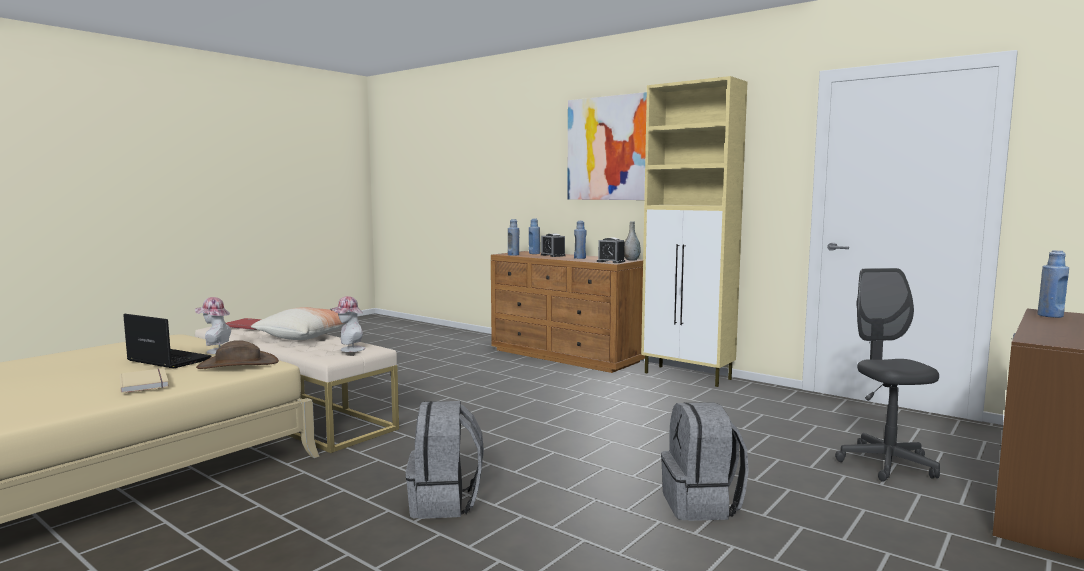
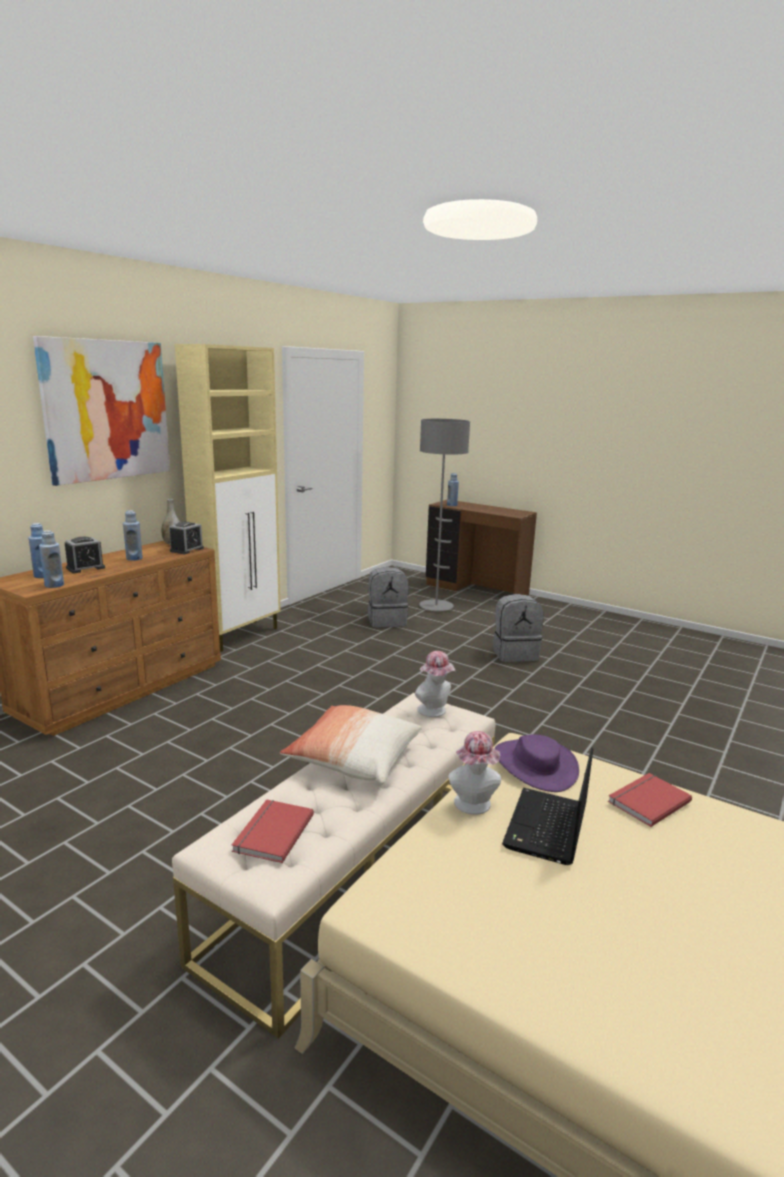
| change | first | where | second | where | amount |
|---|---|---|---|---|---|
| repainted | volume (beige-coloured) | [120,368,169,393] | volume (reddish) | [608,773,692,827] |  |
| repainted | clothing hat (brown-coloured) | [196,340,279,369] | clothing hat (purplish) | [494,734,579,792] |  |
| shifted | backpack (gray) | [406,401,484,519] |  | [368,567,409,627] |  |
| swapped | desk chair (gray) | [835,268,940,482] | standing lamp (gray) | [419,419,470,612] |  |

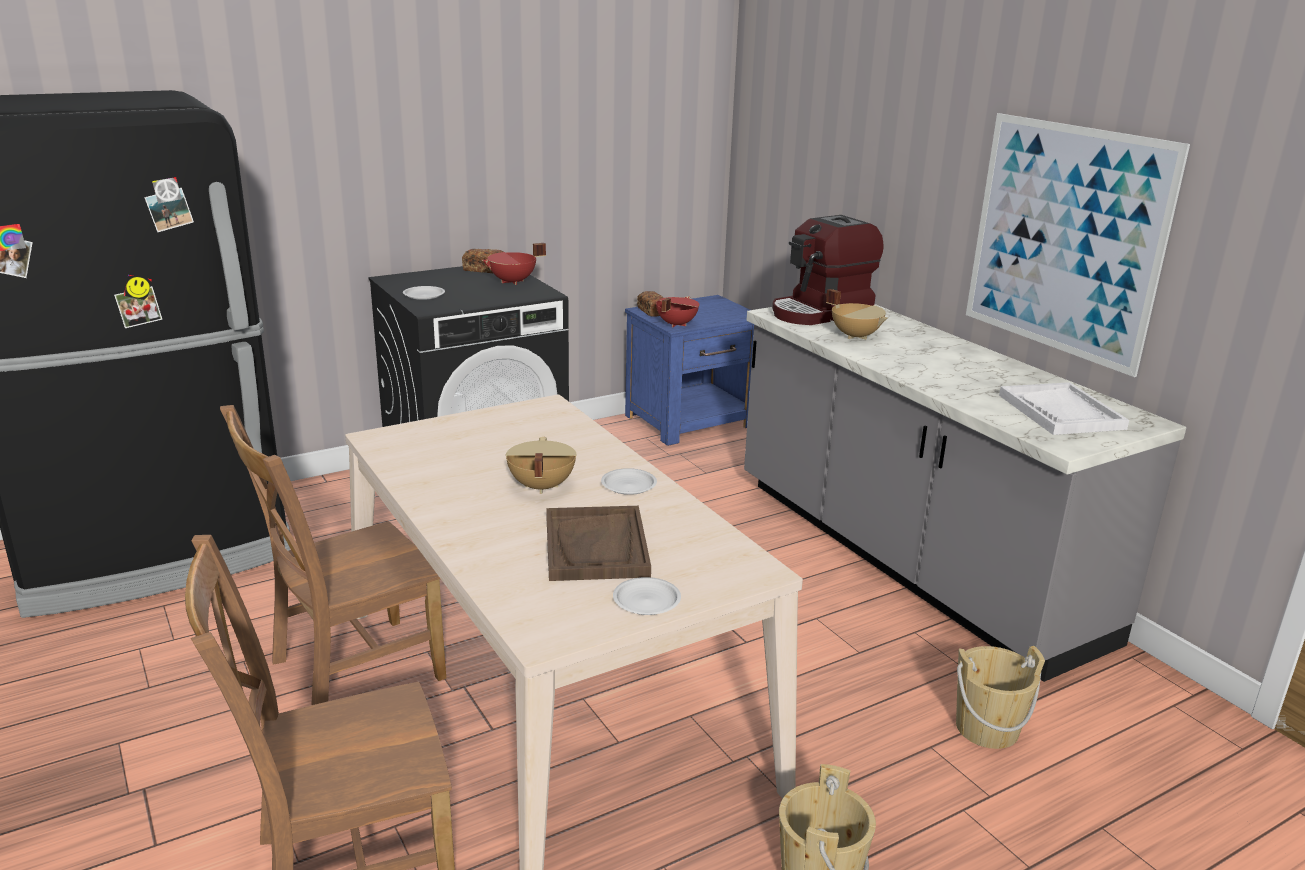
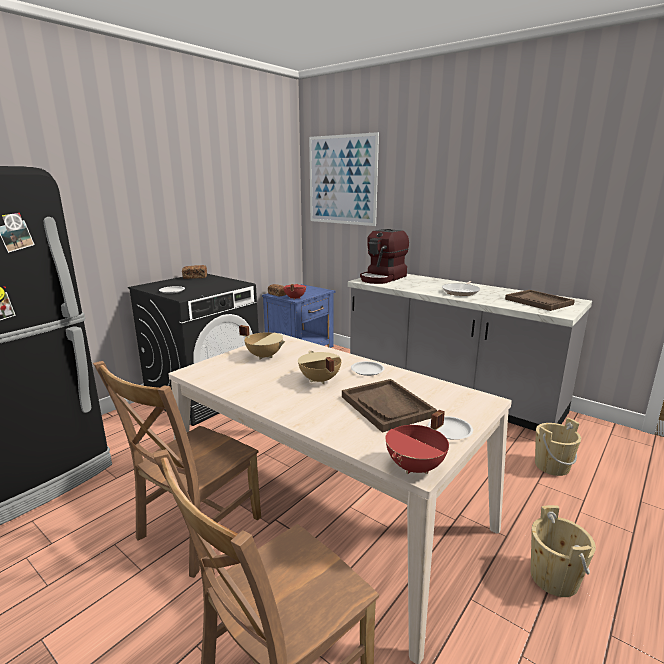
| change | first | where | second | where | amount |
|---|---|---|---|---|---|
| shifted | cooking pot (reddish) | [482,243,546,285] |  | [385,410,449,474] |  |
| shifted | cooking pot (beige-coloured) | [826,289,888,340] |  | [239,325,285,360] |  |
| shifted | wall art | [966,113,1190,377] |  | [309,132,379,226] |  |
| repainted | serving tray (white) | [999,382,1129,435] | serving tray (brown-coloured) | [505,290,575,311] |  |
| new |  |  | skillet | [442,281,480,296] |  |

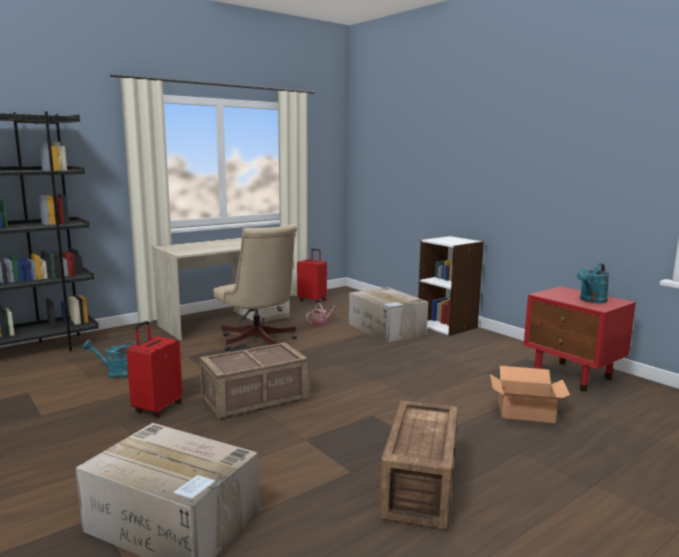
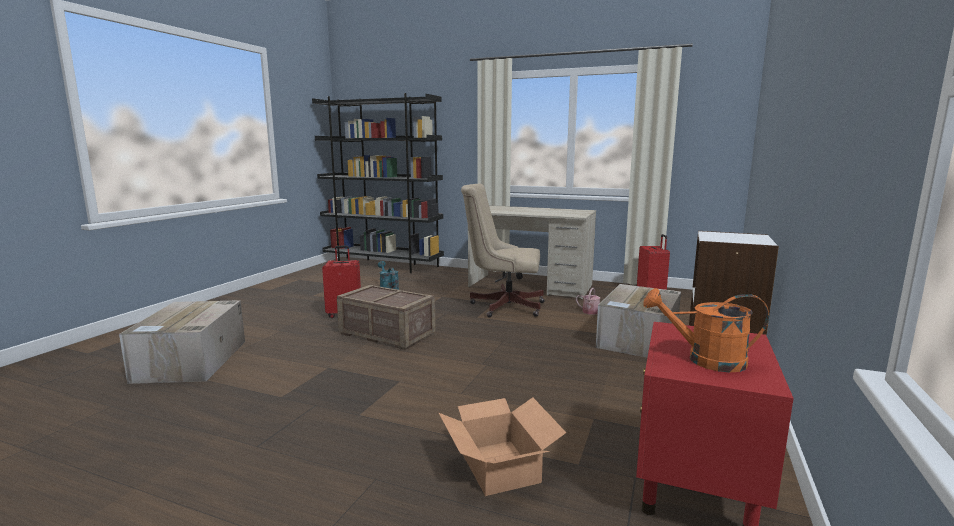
| change | first | where | second | where | amount |
|---|---|---|---|---|---|
| rotated | desk chair (beige-coloured) | [213,224,297,351] |  | [461,184,545,318] | 75 degrees clockwise |
| gone | crate | [380,401,458,530] |  |  |  |
| repainted | sprinkling can (turquoise) | [577,263,610,303] | sprinkling can (orange) | [643,288,769,372] |  |

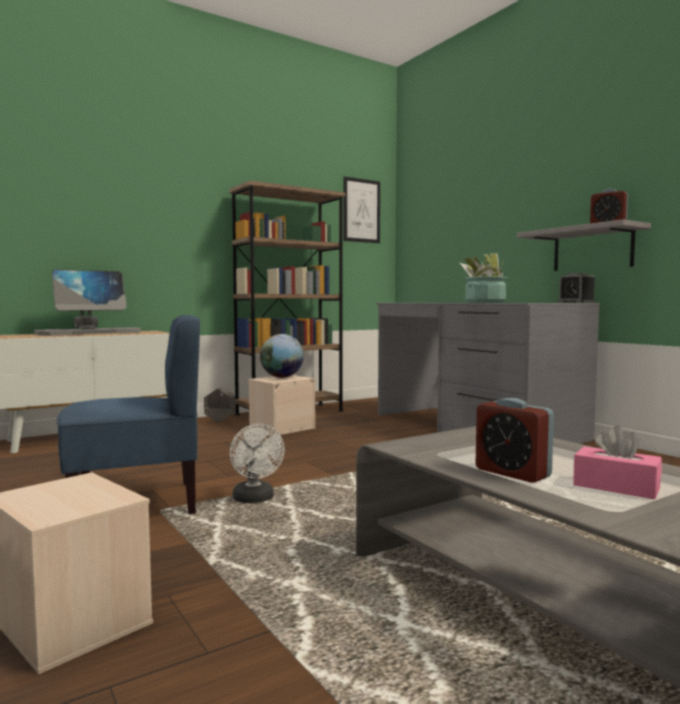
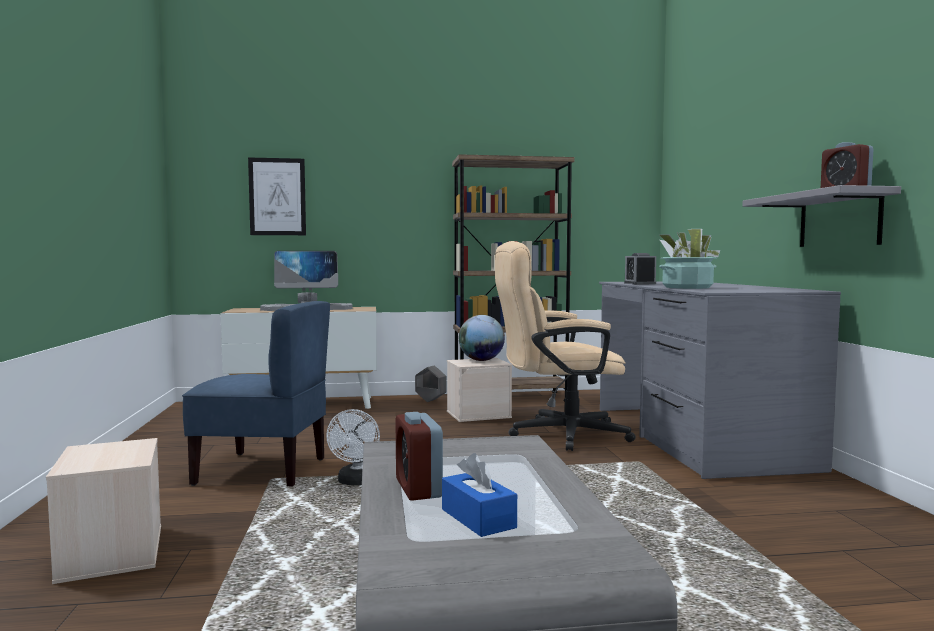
| change | first | where | second | where | amount |
|---|---|---|---|---|---|
| shifted | wall art | [343,177,380,243] |  | [248,158,306,235] |  |
| shifted | table clock | [557,273,595,303] |  | [624,253,656,284] |  |
| repainted | tissue box (pinkish) | [573,425,662,499] | tissue box (bluish) | [442,453,517,537] |  |
| new |  |  | desk chair (beige-coloured) | [495,241,636,451] |  |

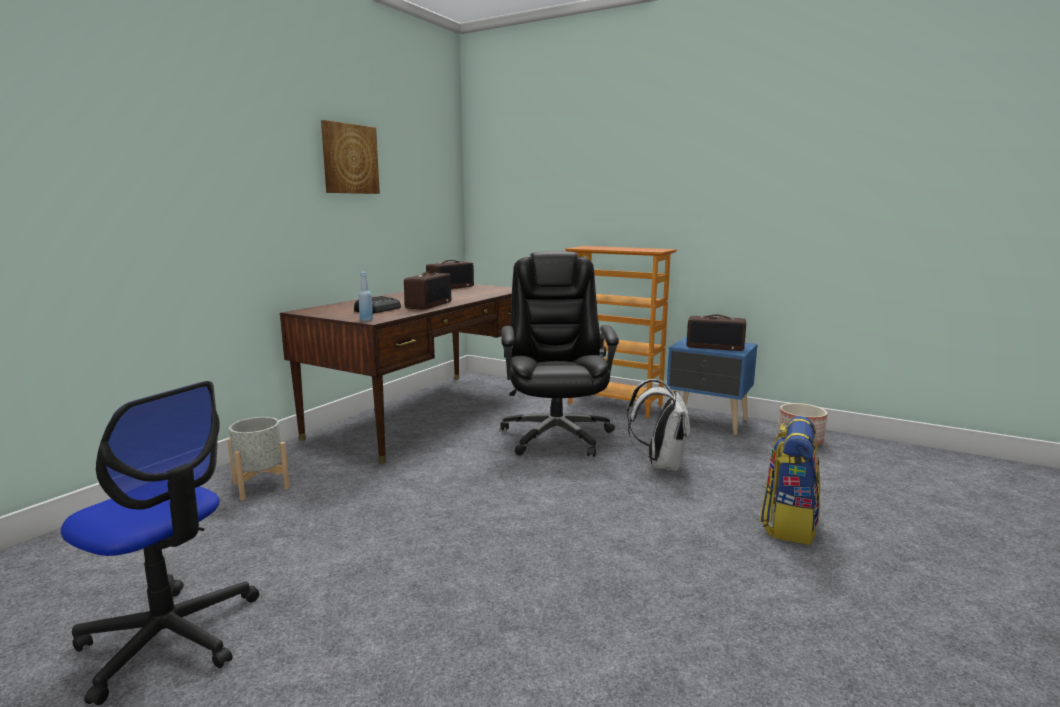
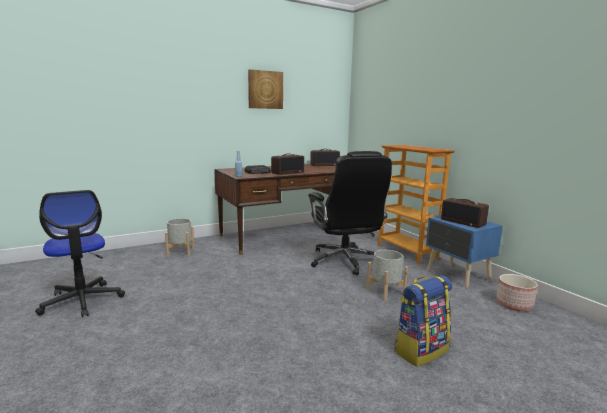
| change | first | where | second | where | amount |
|---|---|---|---|---|---|
| rotated | desk chair (black) | [500,251,619,457] |  | [309,151,392,275] | 135 degrees clockwise |
| swapped | backpack (white) | [627,379,690,471] | flower pot (gray) | [366,250,408,301] |  |

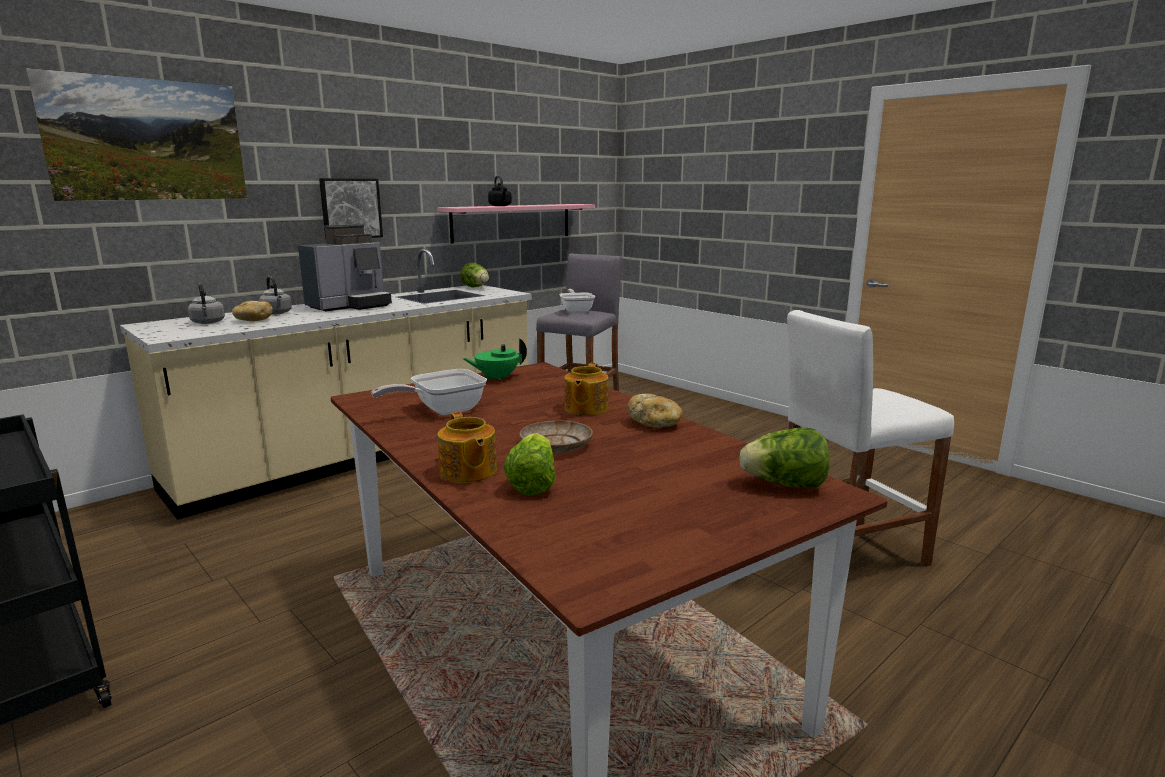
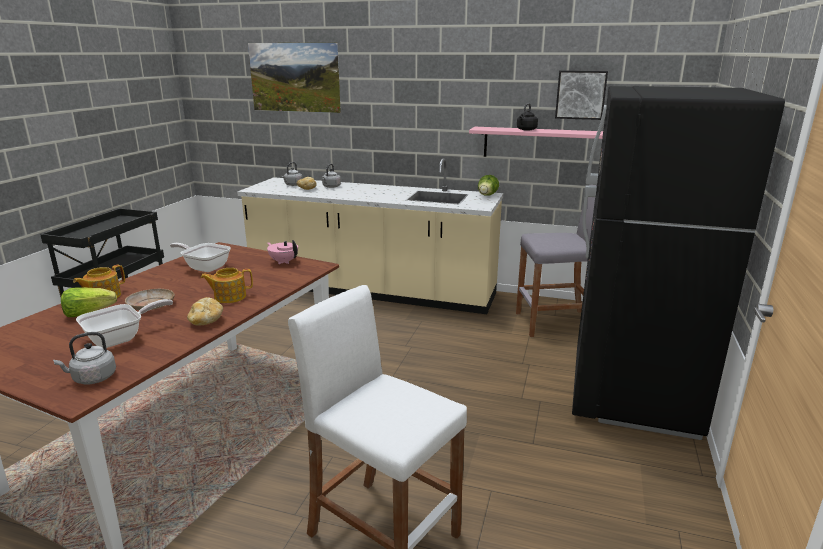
| change | first | where | second | where | amount |
|---|---|---|---|---|---|
| gone | coffee machine | [298,224,392,312] |  |  |  |
| shifted | wall art | [319,178,383,239] |  | [555,70,608,120] |  |
| repainted | teapot (greenish) | [463,338,527,381] | teapot (pinkish) | [267,240,298,264] |  |
| shifted | skillet | [559,289,595,313] |  | [76,299,173,348] |  |
| swapped | lettuce head | [740,427,830,488] | tea kettle (gray) | [53,332,116,384] |  |
| new |  |  | refrigerator (black) | [572,86,785,440] |  |

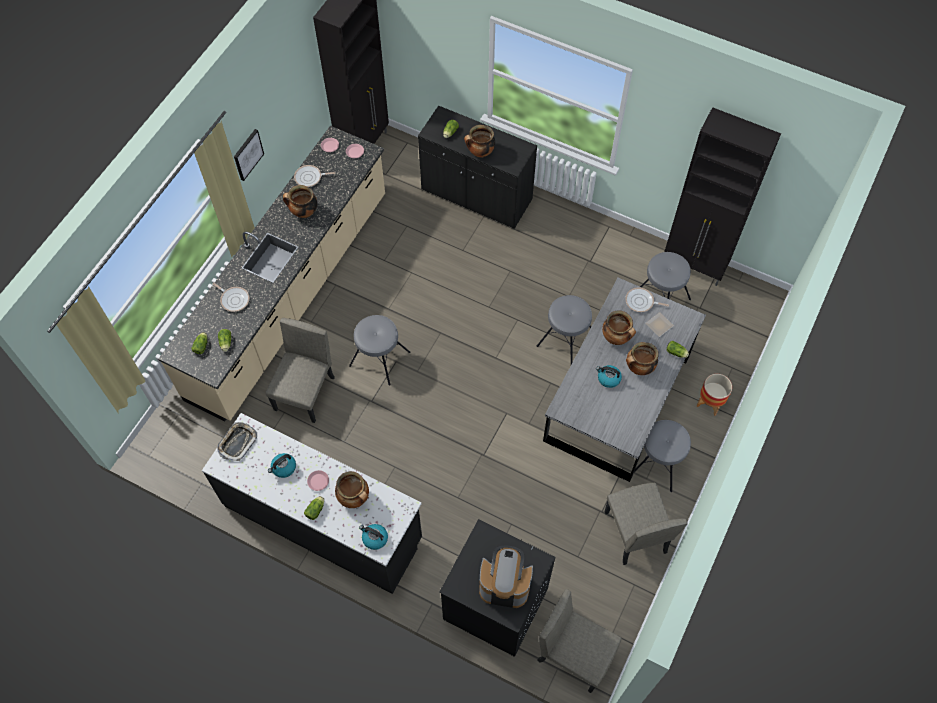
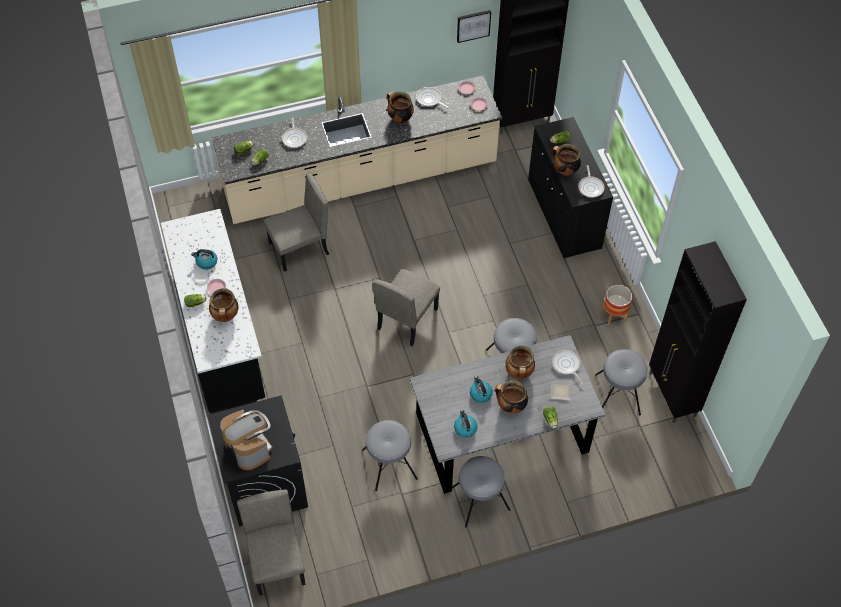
| change | first | where | second | where | amount |
|---|---|---|---|---|---|
| gone | serving tray | [217,422,257,461] |  |  |  |
| shifted | wall art | [234,129,264,181] |  | [457,10,491,43] |  |
| shifted | stool (gray) | [349,315,410,385] |  | [362,420,418,491] |  |
| shifted | tea kettle | [359,524,388,550] |  | [454,410,477,437] |  |
| shifted | upright chair (beige-coloured) | [605,483,688,565] |  | [372,269,440,346] |  |
| shifted | flower pot | [697,374,732,416] |  | [602,285,632,325] |  |
| new |  |  | skillet | [578,165,605,198] |  |

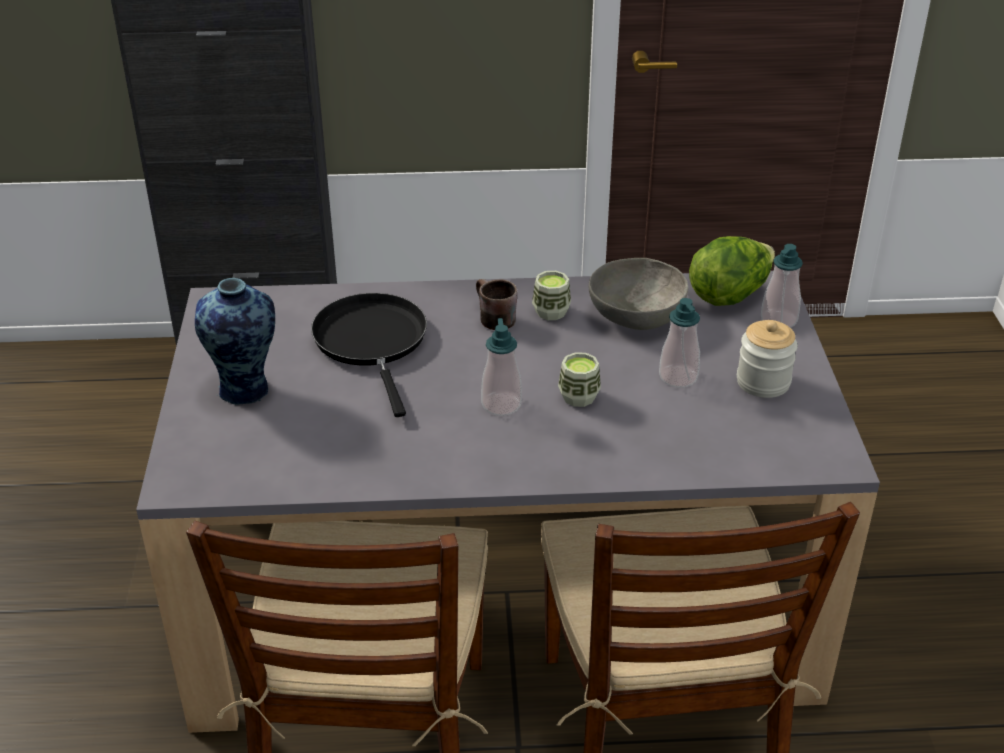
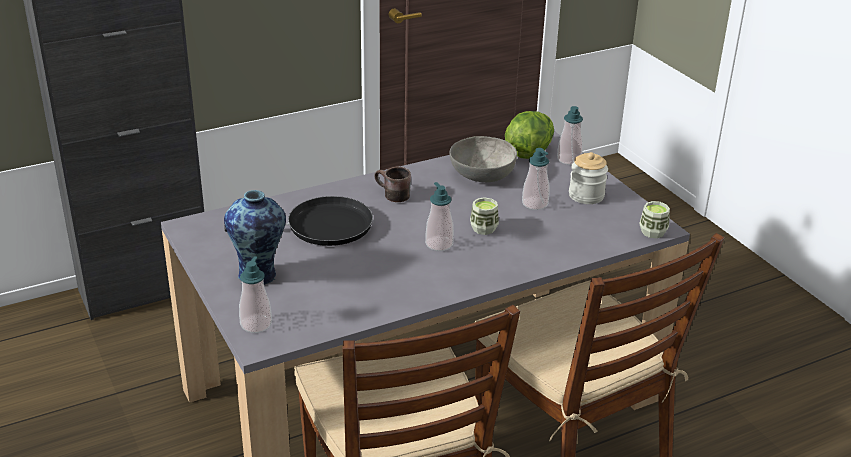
| change | first | where | second | where | amount |
|---|---|---|---|---|---|
| rotated | skillet (black) | [311,293,427,417] |  | [224,196,373,246] | 120 degrees clockwise |
| shifted | cup | [532,271,571,320] |  | [639,201,670,238] |  |
| new |  |  | liquid soap bottle | [239,256,272,333] |  |

